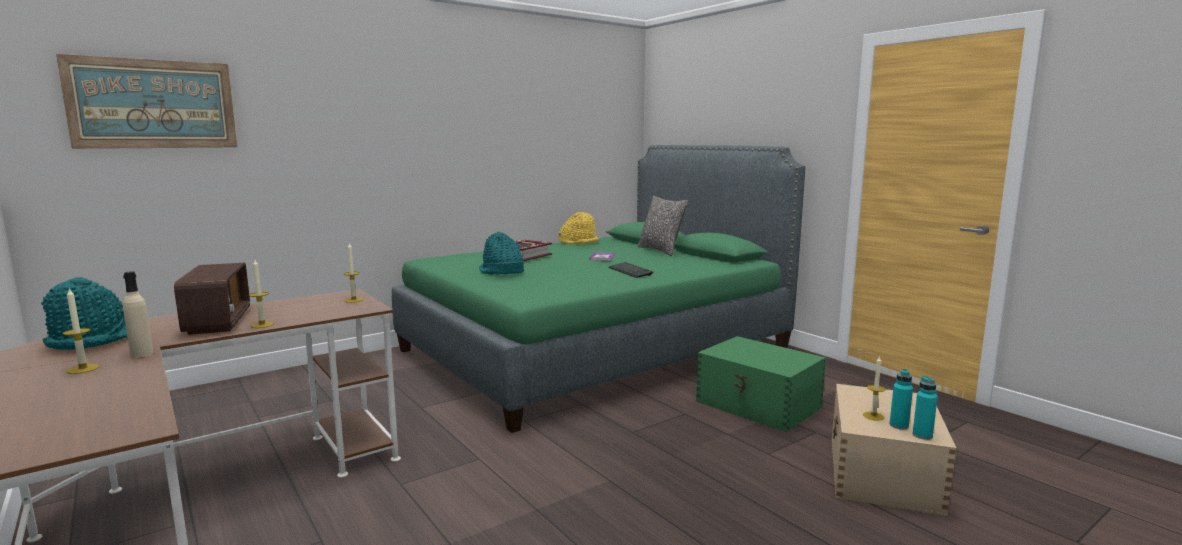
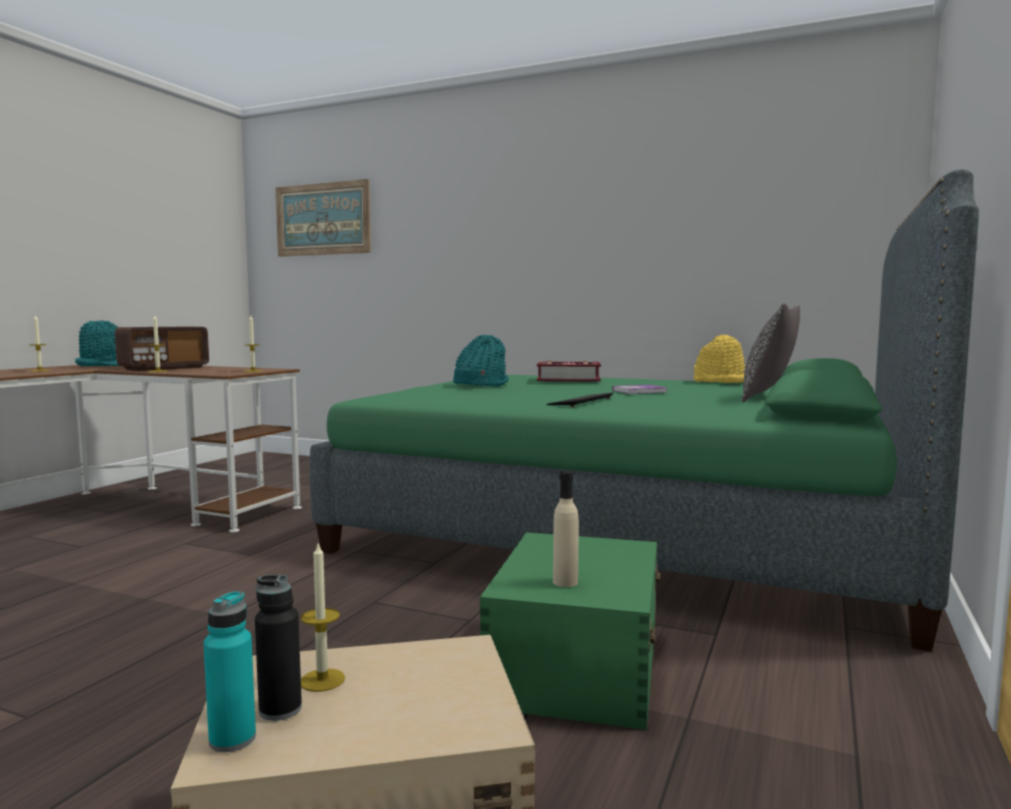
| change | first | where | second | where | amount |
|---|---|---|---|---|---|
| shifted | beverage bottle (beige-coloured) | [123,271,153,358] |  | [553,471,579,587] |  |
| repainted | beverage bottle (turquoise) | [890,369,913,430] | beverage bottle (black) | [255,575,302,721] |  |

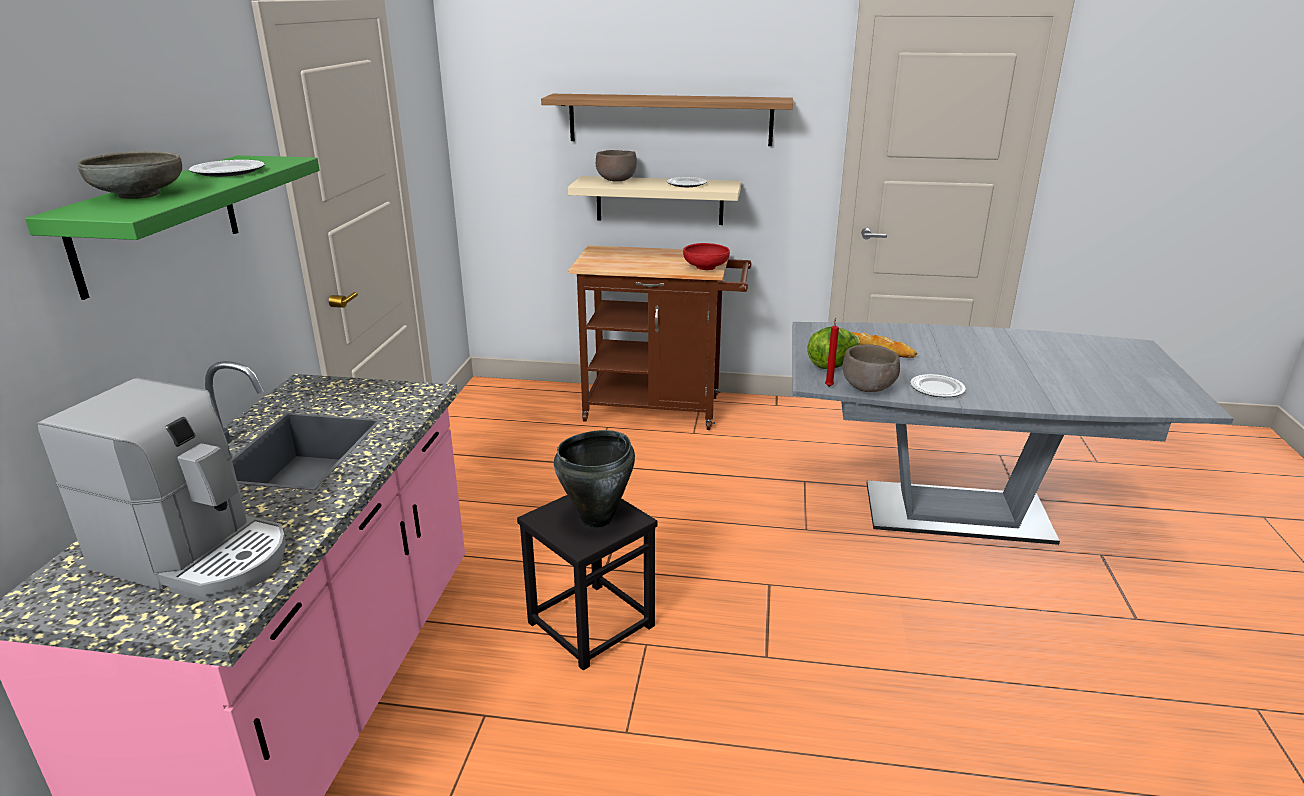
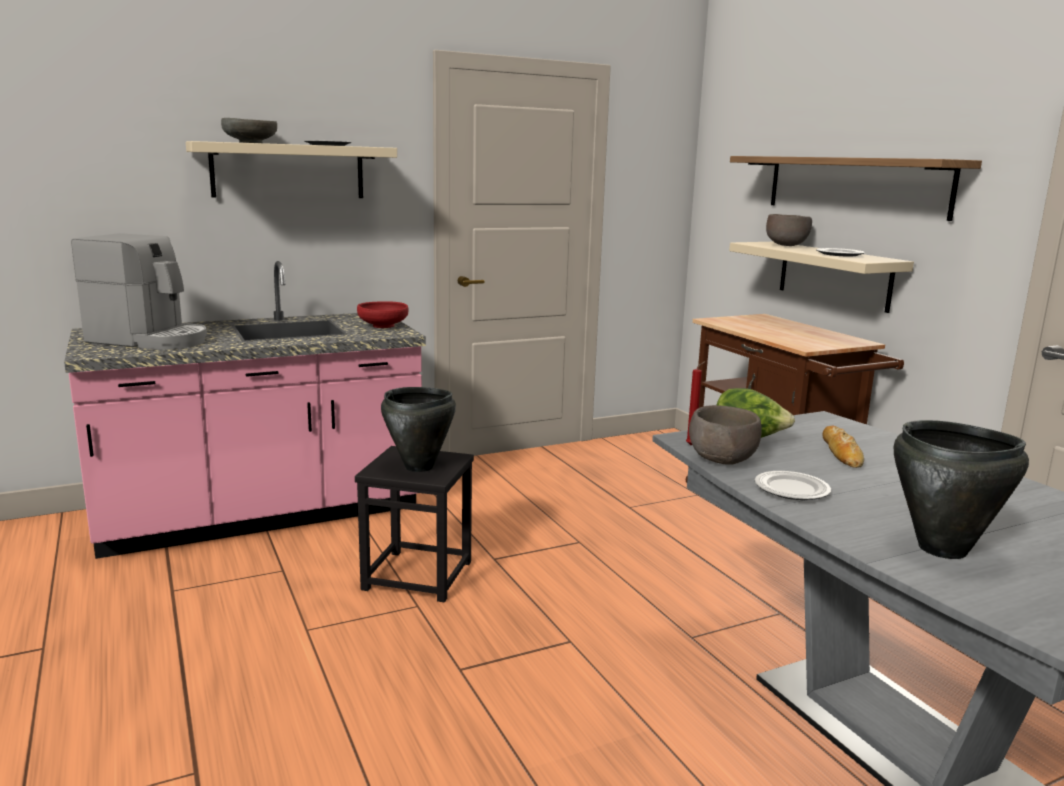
| change | first | where | second | where | amount |
|---|---|---|---|---|---|
| repainted | bracket shelf (greenish) | [25,155,320,300] | bracket shelf (beige-coloured) | [186,141,397,198] |  |
| rotated | coffee machine | [37,378,286,601] |  | [71,233,207,350] | 60 degrees counterclockwise |
| shifted | bowl (reddish) | [683,243,730,270] |  | [357,301,408,328] |  |
| new |  |  | cooking pot (black) | [894,420,1029,559] |  |

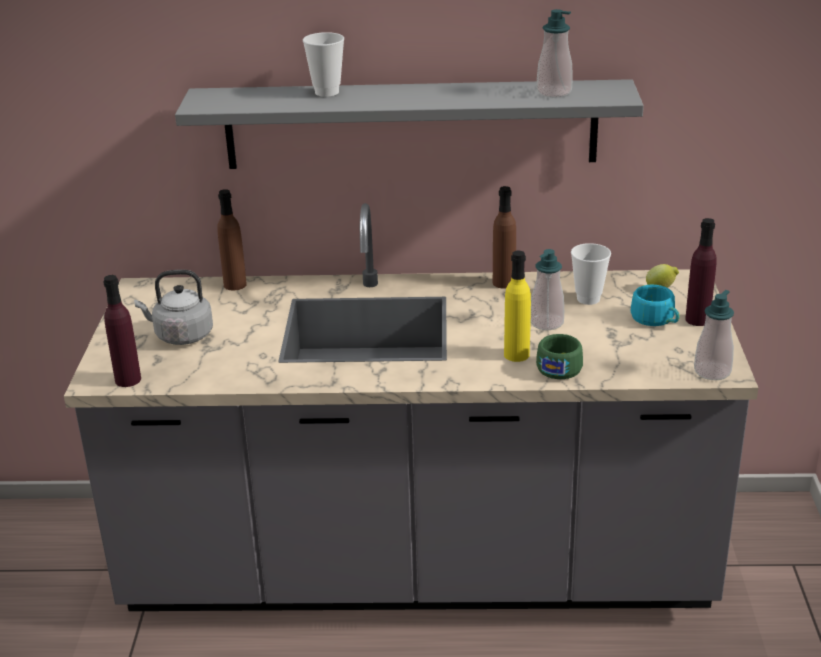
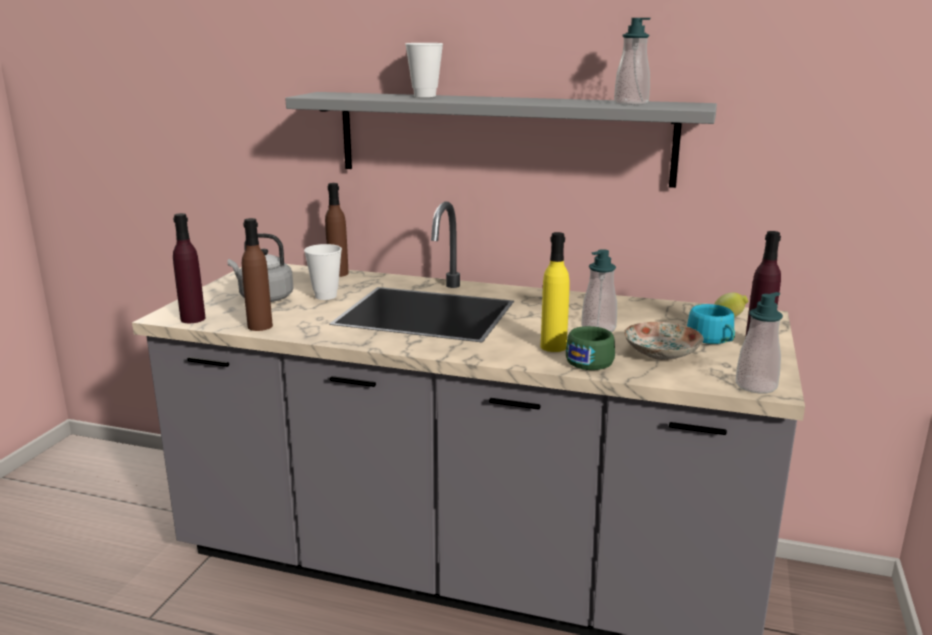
| change | first | where | second | where | amount |
|---|---|---|---|---|---|
| shifted | beverage bottle (brown-coloured) | [493,186,516,289] |  | [242,218,273,331] |  |
| shifted | cup | [571,243,611,305] |  | [304,244,342,300] |  |
| new |  |  | plate | [624,322,704,360] |  |

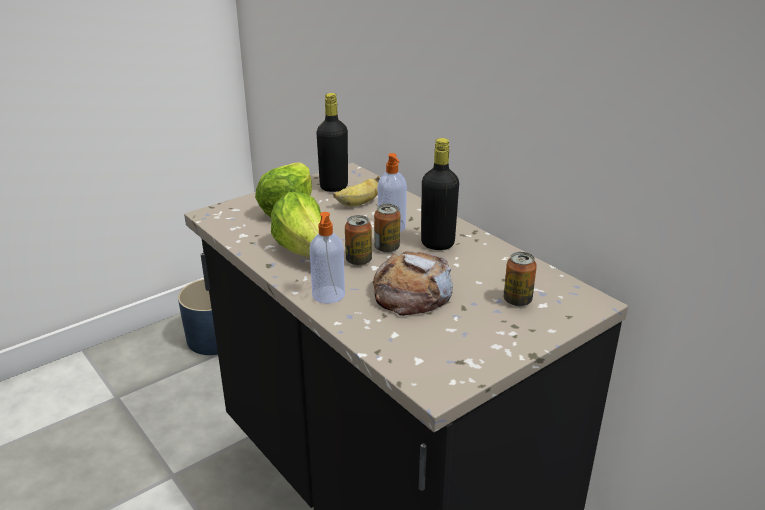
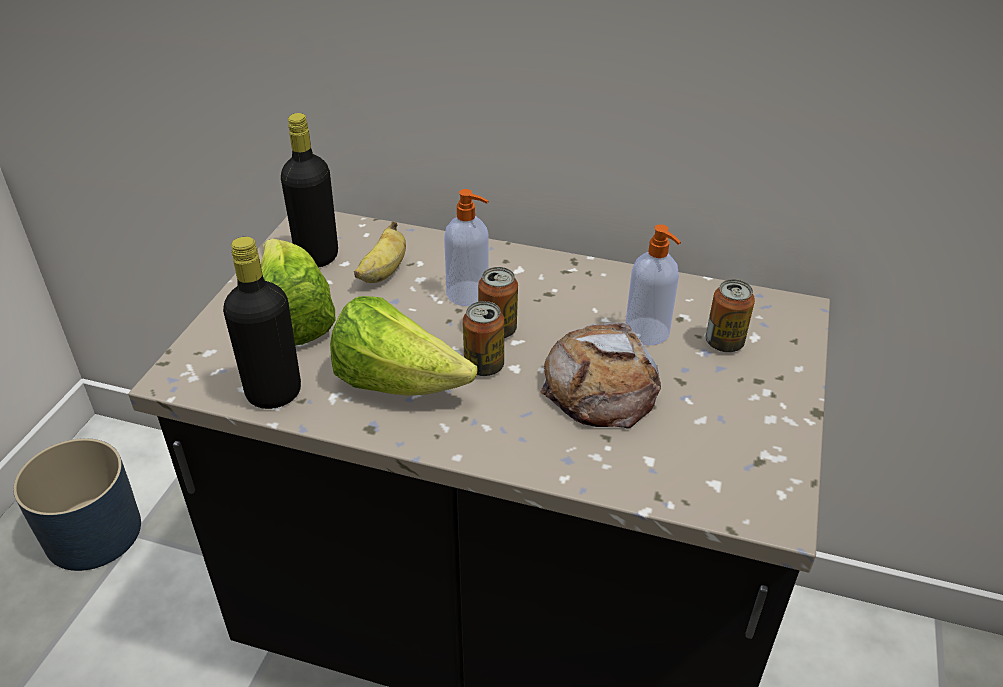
| change | first | where | second | where | amount |
|---|---|---|---|---|---|
| shifted | liquid soap bottle | [310,212,345,304] |  | [625,224,681,345] |  |
| shifted | beverage bottle (black) | [421,138,459,250] |  | [223,237,301,409] |  |

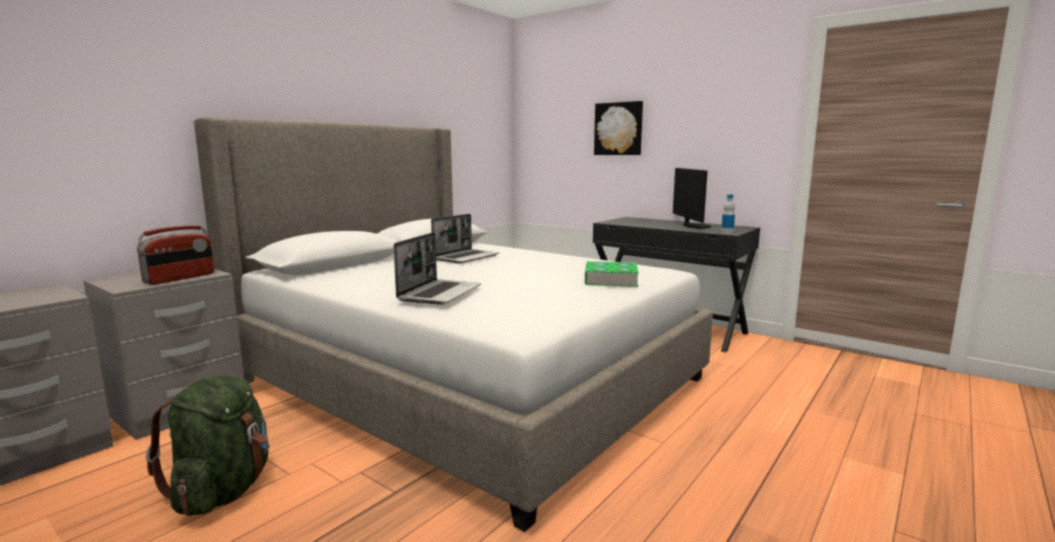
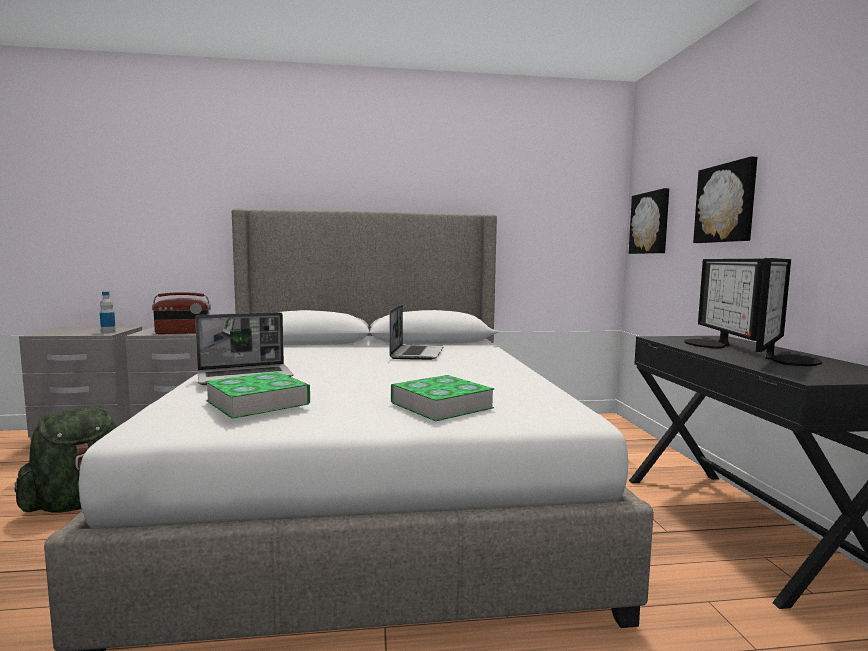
| change | first | where | second | where | amount |
|---|---|---|---|---|---|
| rotated | portable computer | [431,214,499,264] |  | [389,305,444,360] | 75 degrees counterclockwise |
| shifted | beverage bottle | [721,194,735,234] |  | [100,291,116,333] |  |
| new |  |  | volume | [205,371,310,419] |  |
| new |  |  | wall art | [629,188,669,254] |  |
| new |  |  | computer display | [684,259,764,348] |  |

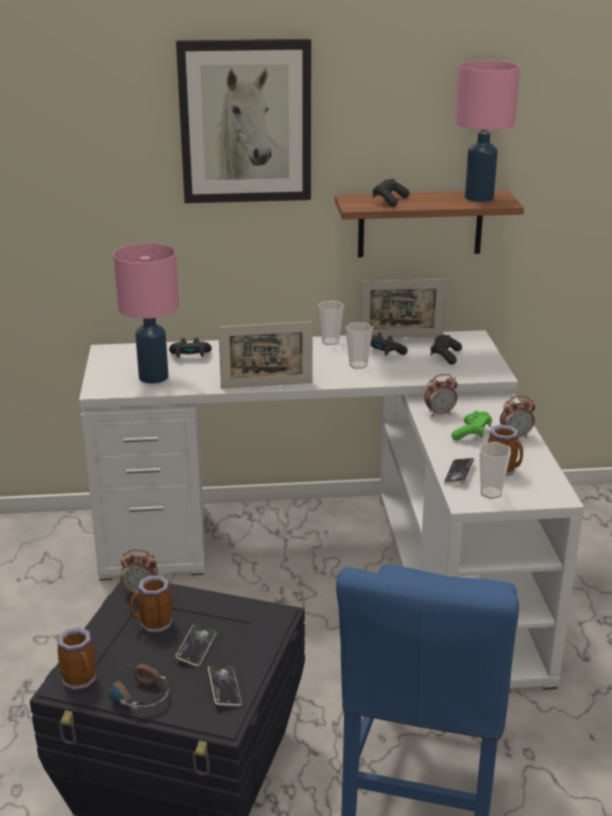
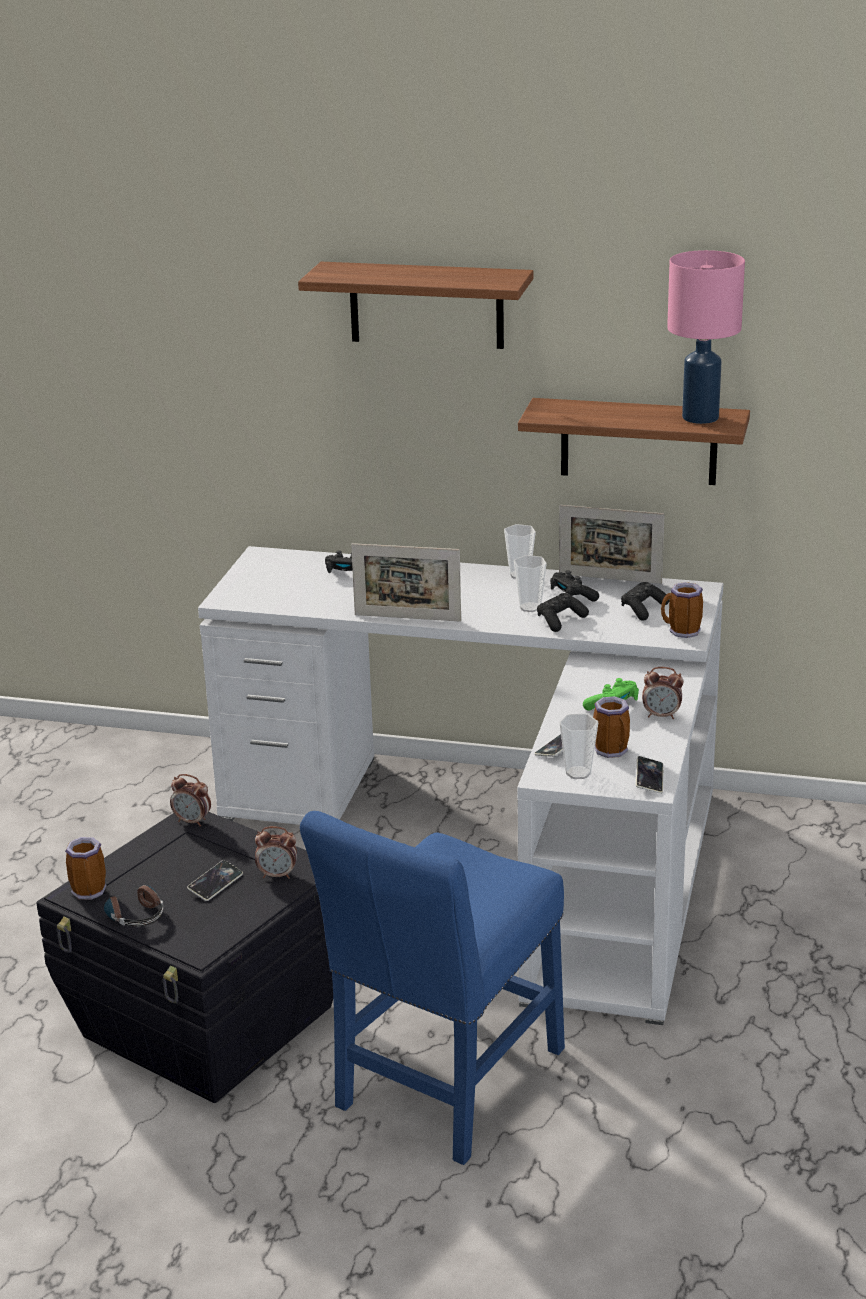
| change | first | where | second | where | amount |
|---|---|---|---|---|---|
| gone | table lamp (pinkish) | [113,243,179,383] |  |  |  |
| shifted | mug | [130,575,172,632] |  | [661,582,703,638] |  |
| swapped | wall art | [176,39,311,203] | bracket shelf | [298,262,533,349] |  |
| shifted | handset | [208,665,242,706] |  | [636,756,663,794] |  |
| shifted | game controller (black) | [373,179,409,207] |  | [537,593,589,632] |  |
| shifted | table clock | [424,374,457,417] |  | [255,826,297,879] |  |

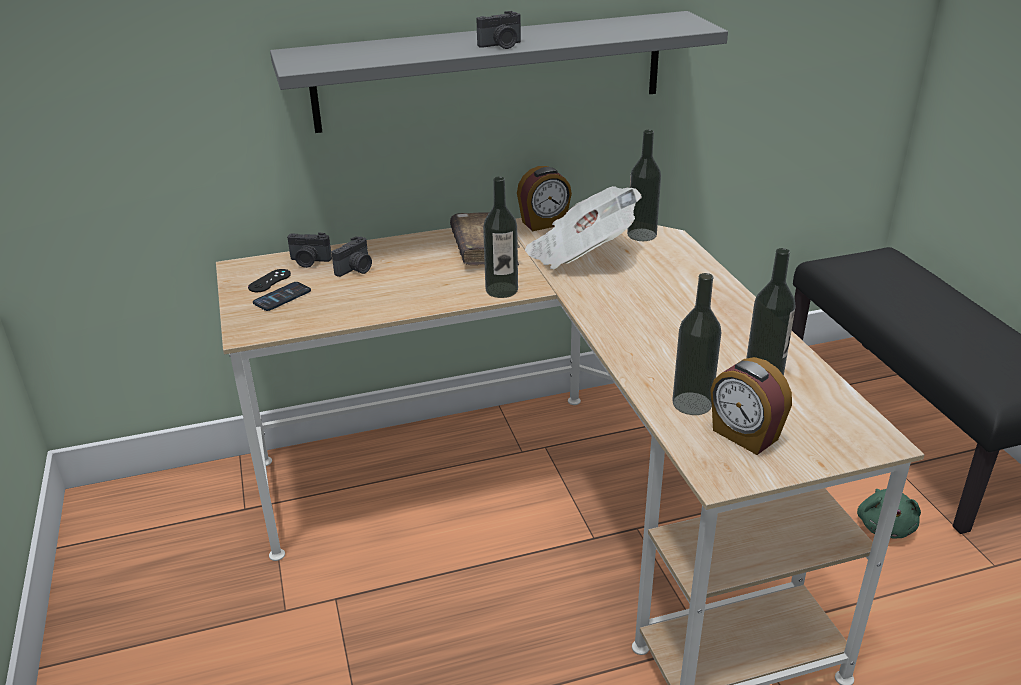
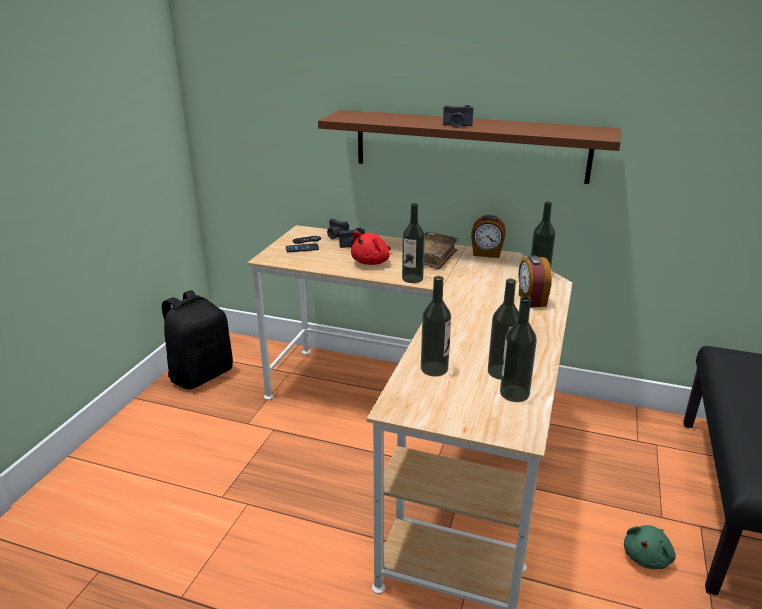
| change | first | where | second | where | amount |
|---|---|---|---|---|---|
| repainted | bracket shelf (gray) | [270,11,728,133] | bracket shelf (brown-coloured) | [318,110,621,184] |  |
| gone | newspaper | [525,186,642,270] |  |  |  |
| shifted | table clock | [710,357,792,455] |  | [518,255,552,307] |  |
| new |  |  | backpack (black) | [162,290,233,389] |  |
| new |  |  | cuddly toy (reddish) | [351,231,391,265] |  |
| new |  |  | beverage bottle | [500,296,537,402] |  |

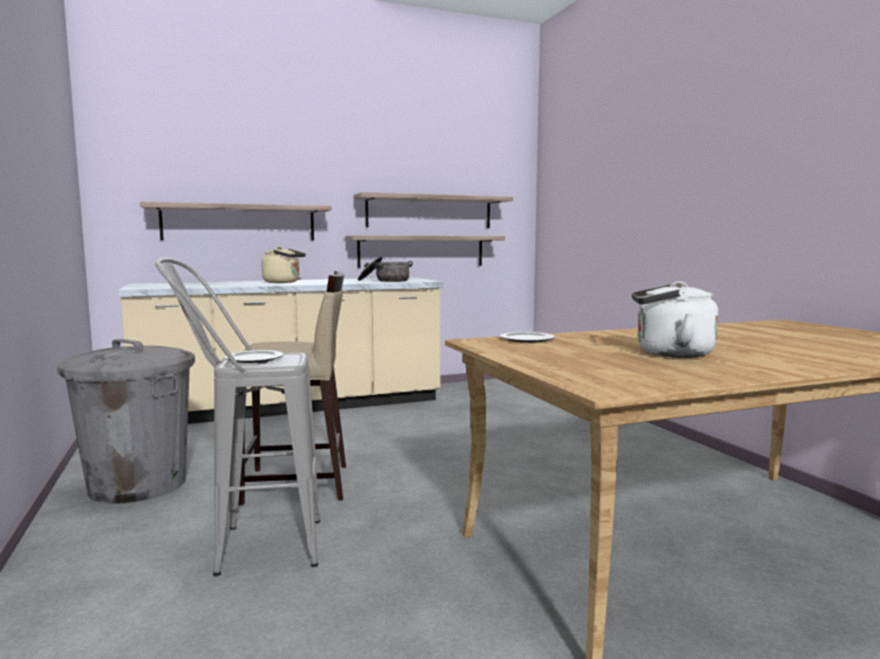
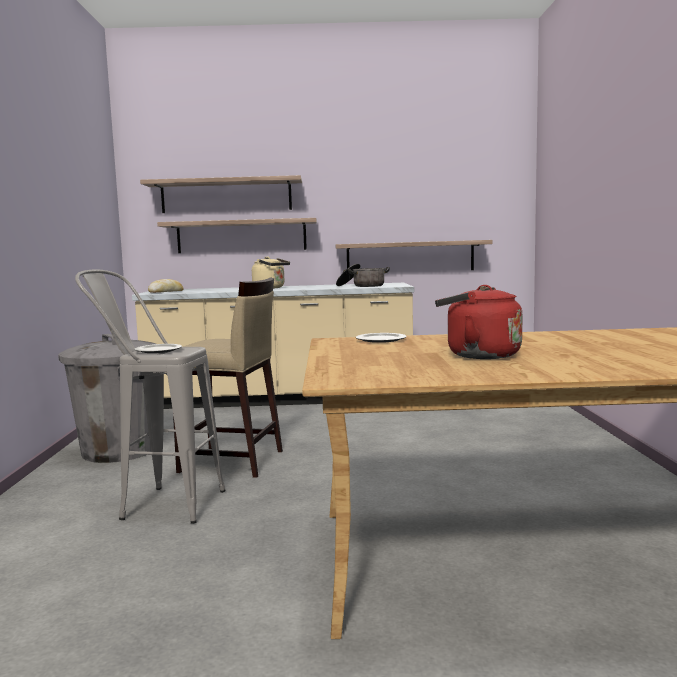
| change | first | where | second | where | amount |
|---|---|---|---|---|---|
| shifted | bracket shelf | [353,192,513,228] |  | [140,175,302,213] |  |
| repainted | tea kettle (white) | [632,281,718,358] | tea kettle (reddish) | [435,285,522,359] |  |
| new |  |  | baked bread | [148,279,184,293] |  |

